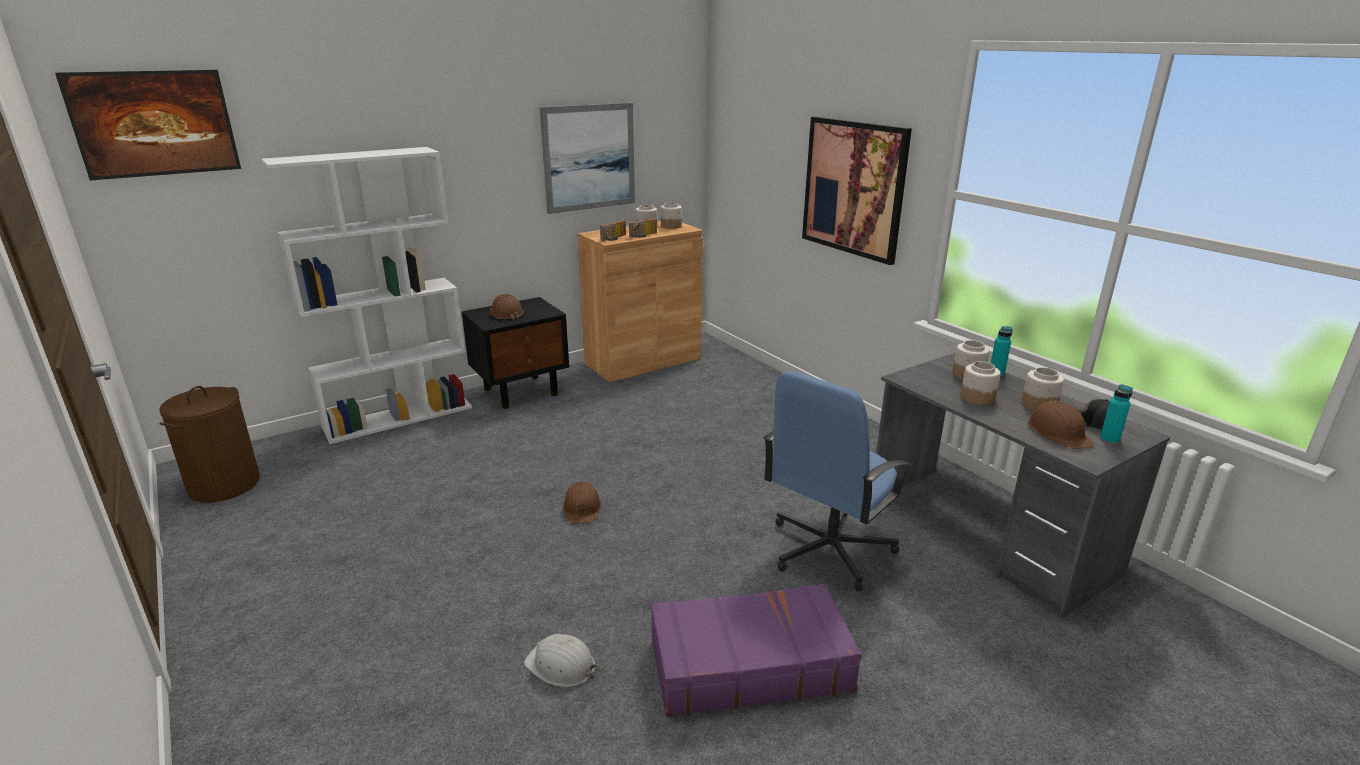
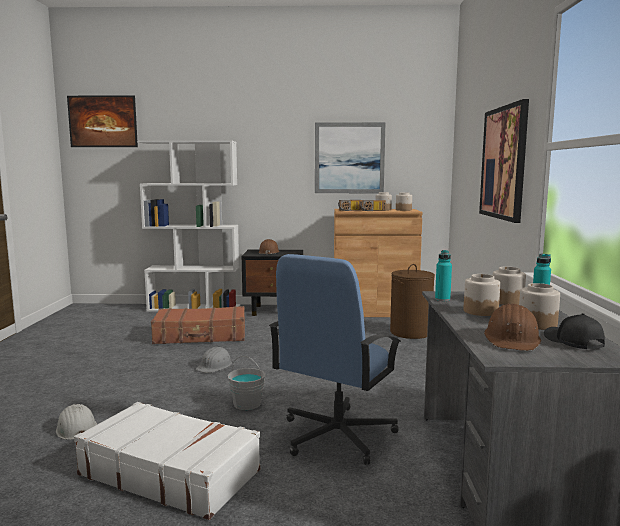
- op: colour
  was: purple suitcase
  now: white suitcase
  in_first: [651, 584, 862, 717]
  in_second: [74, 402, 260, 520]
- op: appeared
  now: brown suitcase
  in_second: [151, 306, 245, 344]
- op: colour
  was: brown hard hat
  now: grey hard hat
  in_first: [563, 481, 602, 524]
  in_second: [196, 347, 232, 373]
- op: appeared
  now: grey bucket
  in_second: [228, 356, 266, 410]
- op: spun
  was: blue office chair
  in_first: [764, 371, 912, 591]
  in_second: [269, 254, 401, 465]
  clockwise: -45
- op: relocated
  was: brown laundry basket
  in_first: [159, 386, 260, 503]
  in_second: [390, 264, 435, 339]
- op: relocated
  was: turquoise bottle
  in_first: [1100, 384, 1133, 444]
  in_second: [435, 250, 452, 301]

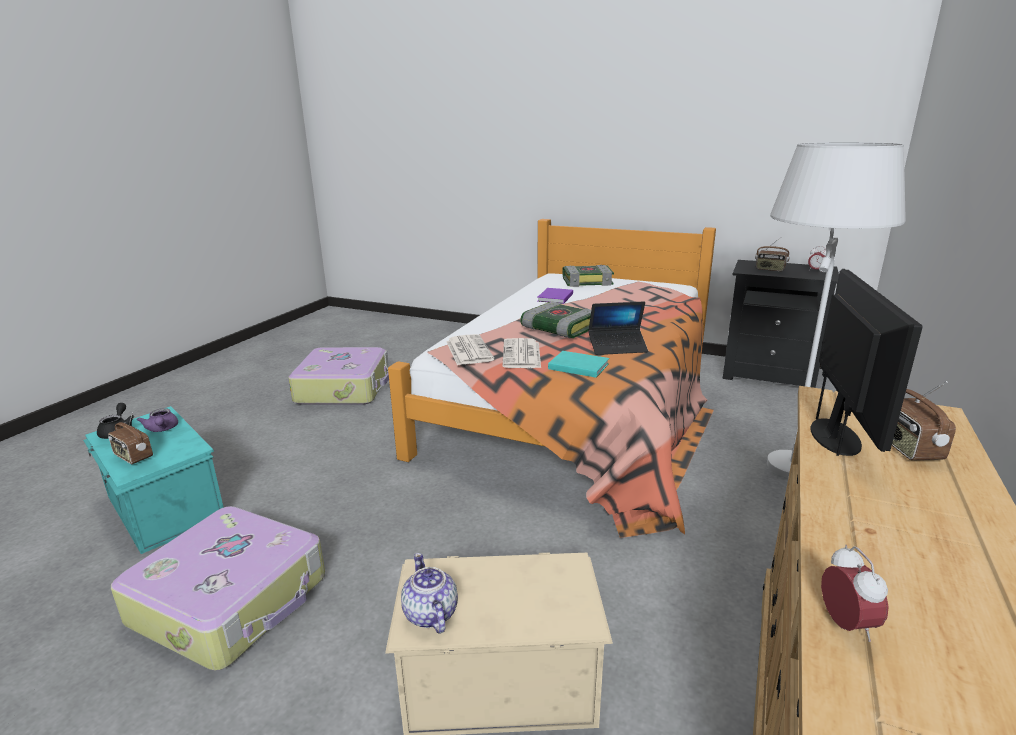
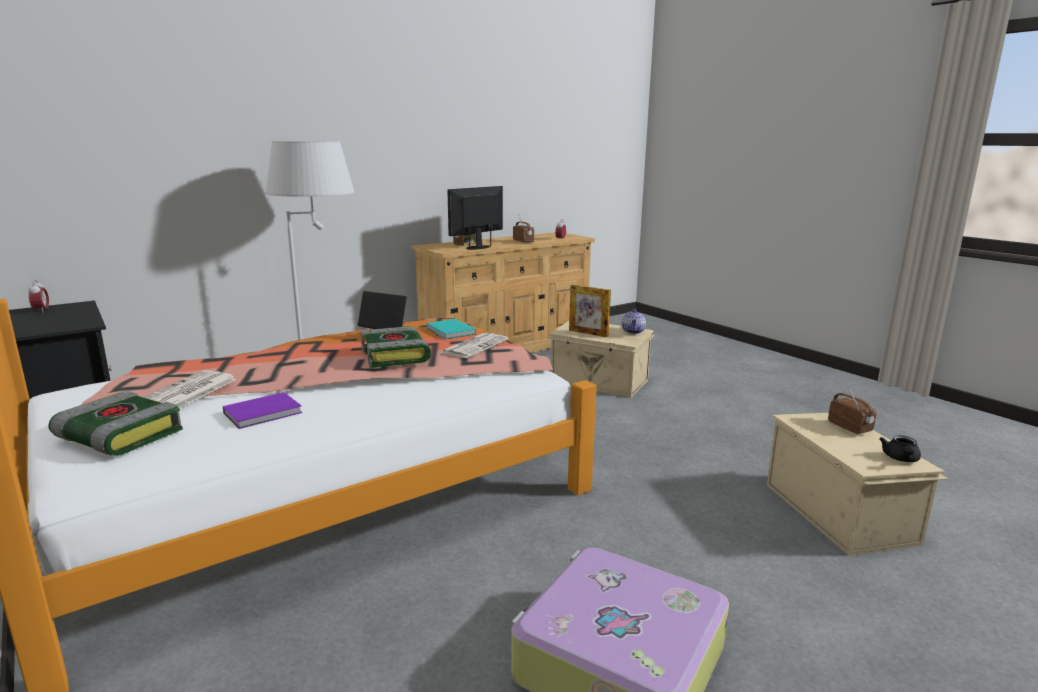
- op: relocated
  was: newspaper
  in_first: [446, 334, 494, 365]
  in_second: [144, 370, 237, 408]
- op: relocated
  was: radio
  in_first: [755, 237, 789, 272]
  in_second: [513, 214, 534, 243]
- op: appeared
  now: picture frame
  in_second: [569, 285, 611, 337]
- op: colour
  was: turquoise storage box
  now: beige storage box
  in_first: [83, 406, 224, 554]
  in_second: [767, 413, 948, 556]
- op: missing
  was: suitcase
  in_first: [111, 506, 325, 671]
- op: missing
  was: purple teapot
  in_first: [137, 408, 178, 432]

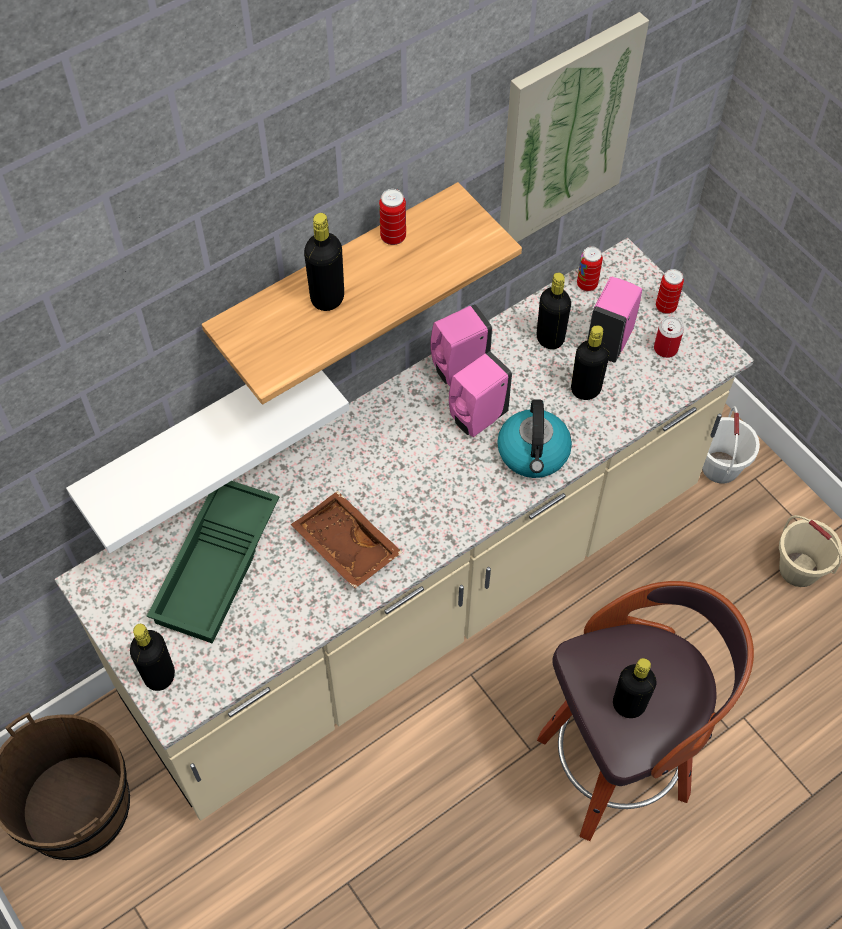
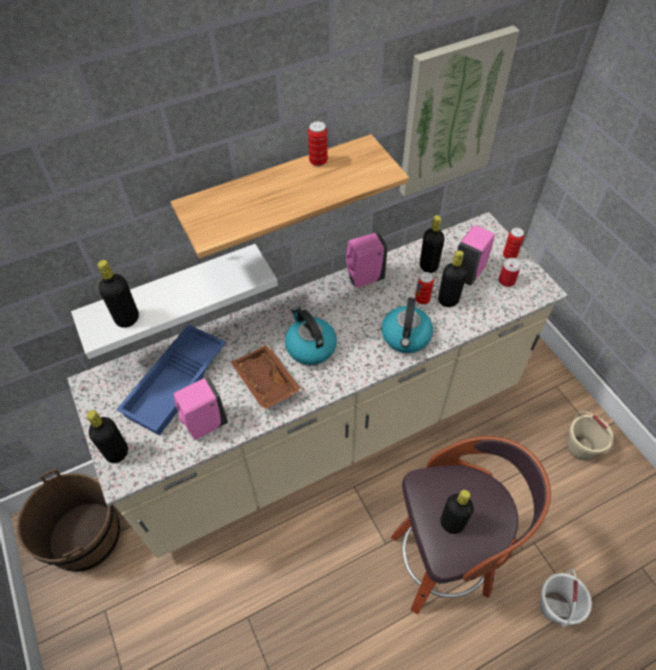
- op: relocated
  was: black bottle
  in_first: [304, 213, 344, 311]
  in_second: [98, 260, 139, 328]
- op: colour
  was: green tray
  now: blue tray
  in_first: [147, 481, 279, 644]
  in_second: [116, 324, 226, 435]
- op: relocated
  was: pink soap dispenser
  in_first: [449, 351, 512, 437]
  in_second: [173, 377, 228, 440]
- op: appeared
  now: kettle
  in_second: [285, 306, 337, 365]
- op: relocated
  was: can
  in_first: [577, 246, 603, 291]
  in_second: [415, 272, 434, 304]
- op: relocated
  was: white bucket
  in_first: [702, 406, 760, 484]
  in_second: [540, 569, 592, 627]

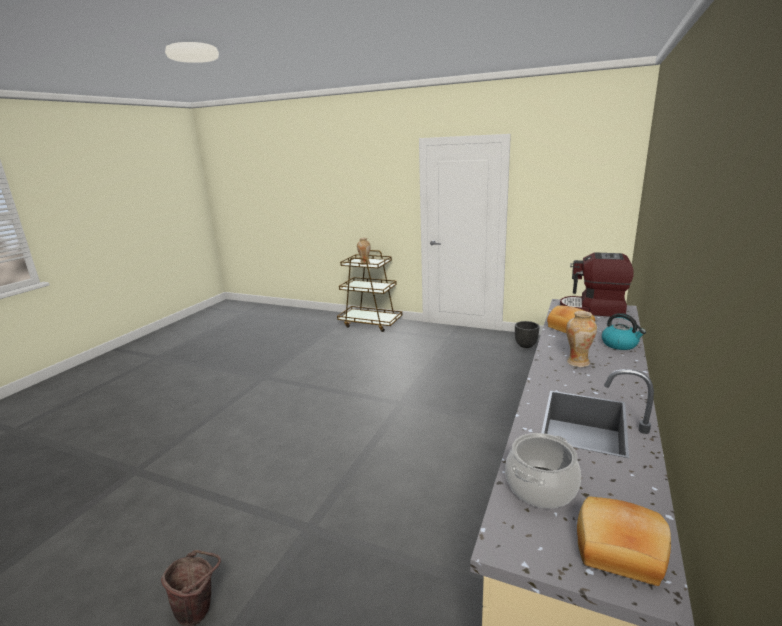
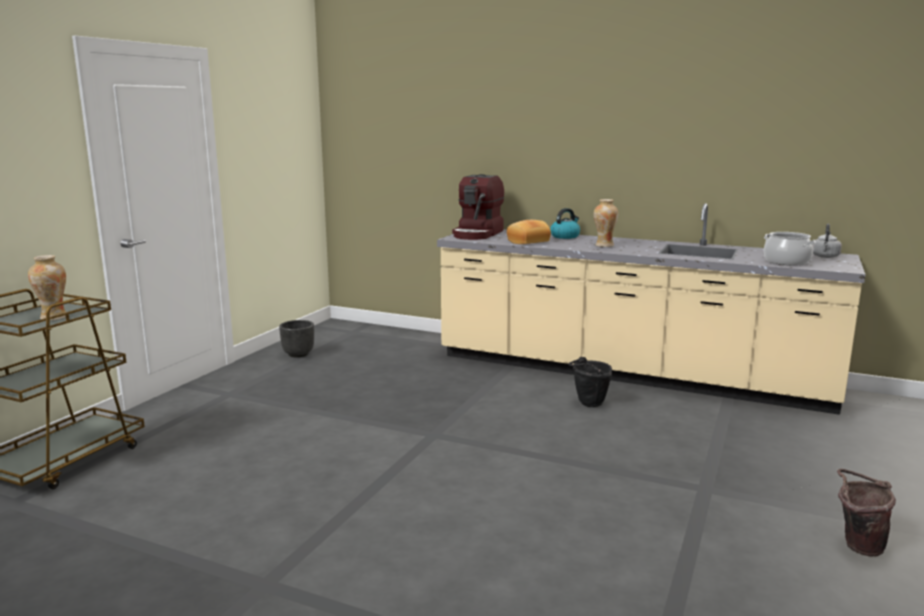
- op: appeared
  now: black bucket
  in_second: [568, 357, 612, 407]
- op: exchanged
  was: bread
  now: grey kettle
  in_first: [577, 497, 671, 586]
  in_second: [813, 224, 842, 258]

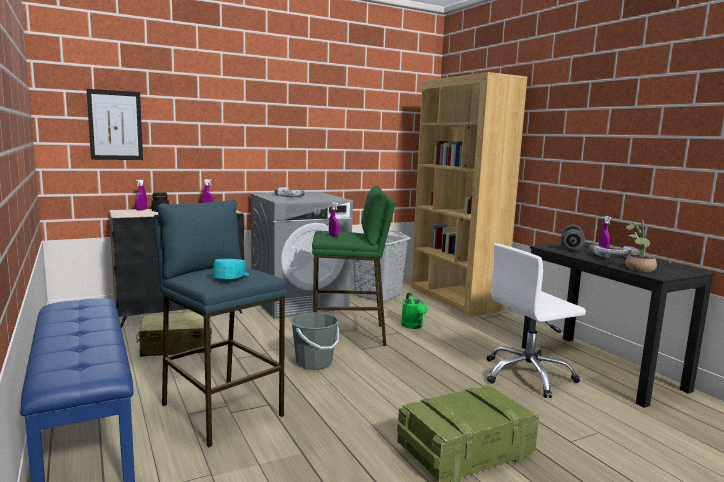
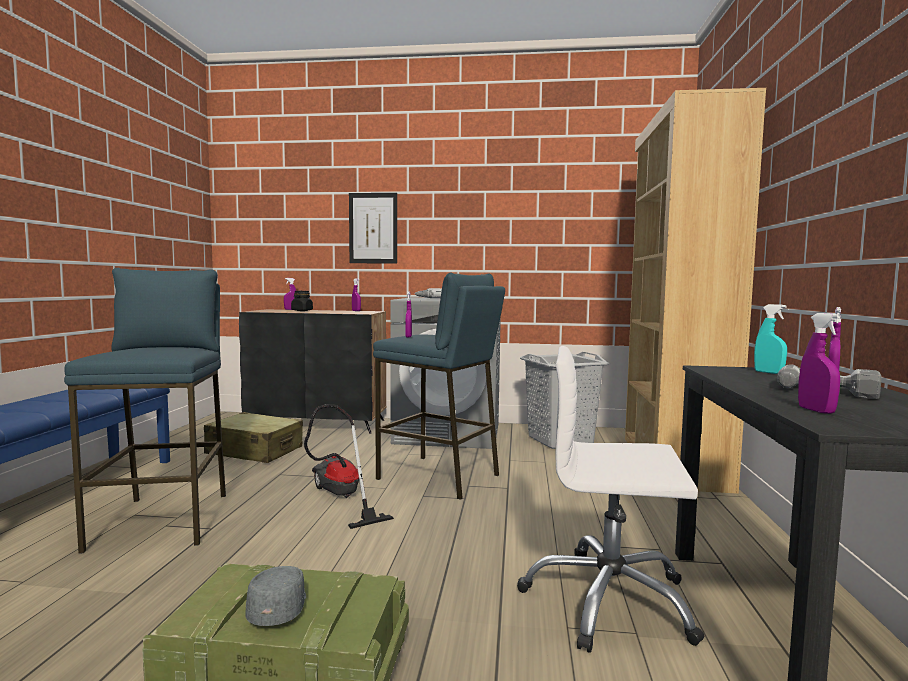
- op: appeared
  now: grey cap
  in_second: [246, 566, 306, 626]
- op: exchanged
  was: grey bucket
  now: vacuum cleaner
  in_first: [290, 312, 340, 370]
  in_second: [304, 404, 394, 529]
- op: relocated
  was: picture
  in_first: [87, 89, 143, 160]
  in_second: [349, 193, 397, 264]
- op: colour
  was: green stool
  now: blue stool
  in_first: [312, 186, 395, 346]
  in_second: [373, 273, 505, 500]
- op: exchanged
  was: grey dumbbell
  now: turquoise spray bottle
  in_first: [561, 224, 585, 250]
  in_second: [754, 304, 787, 374]
- op: exchanged
  was: potted plant
  now: purple spray bottle
  in_first: [625, 220, 657, 272]
  in_second: [798, 313, 840, 414]
- op: missing
  was: turquoise cap
  in_first: [213, 259, 249, 279]
- op: missing
  was: green watering can
  in_first: [401, 293, 428, 329]

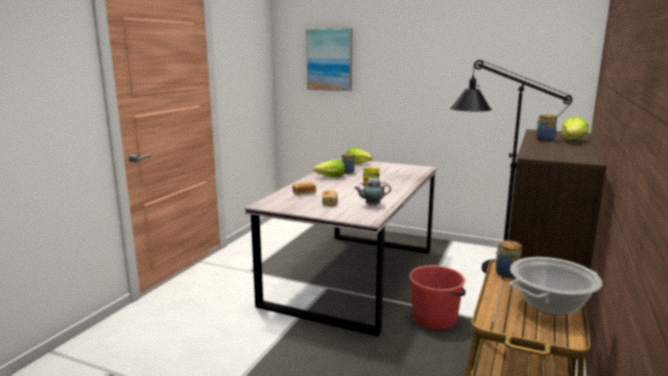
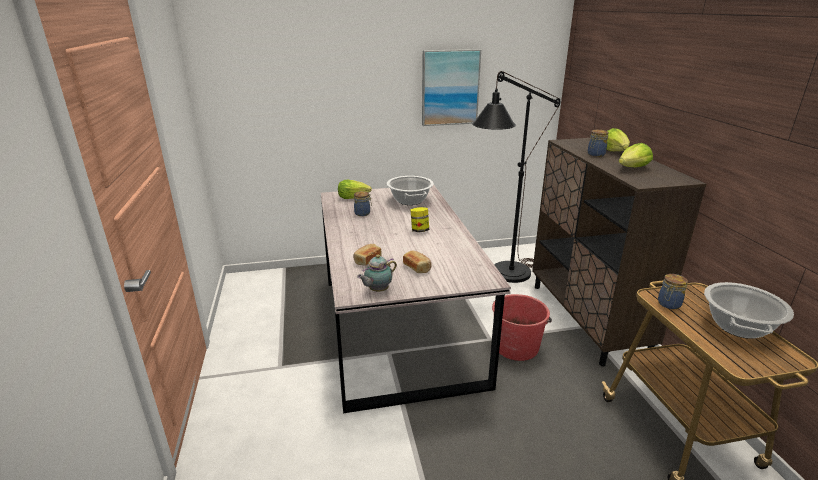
- op: relocated
  was: teapot
  in_first: [354, 175, 391, 206]
  in_second: [357, 255, 397, 292]
- op: appeared
  now: cooking pot
  in_second: [387, 176, 434, 205]
- op: relocated
  was: picture
  in_first: [306, 28, 352, 91]
  in_second: [422, 49, 481, 126]
- op: relocated
  was: lettuce
  in_first: [314, 160, 345, 177]
  in_second: [619, 143, 653, 167]

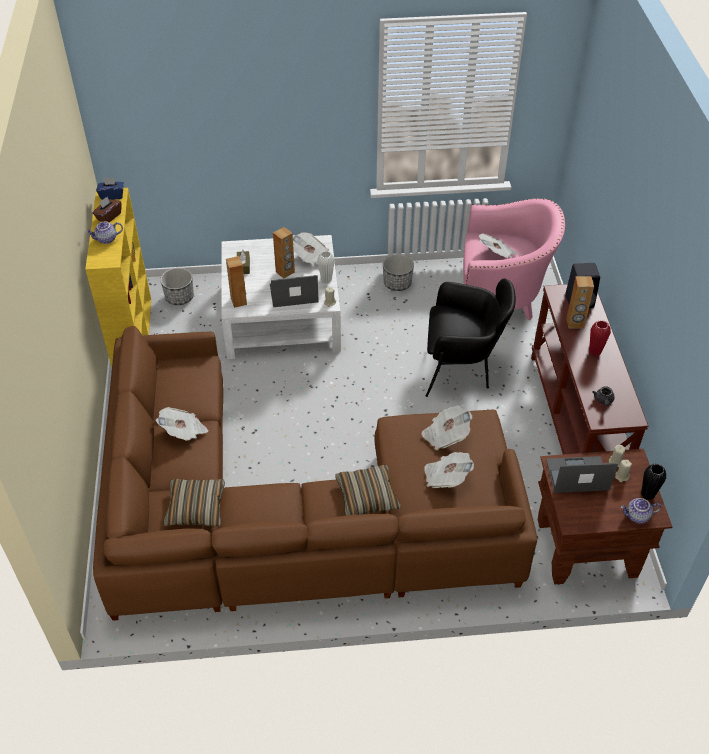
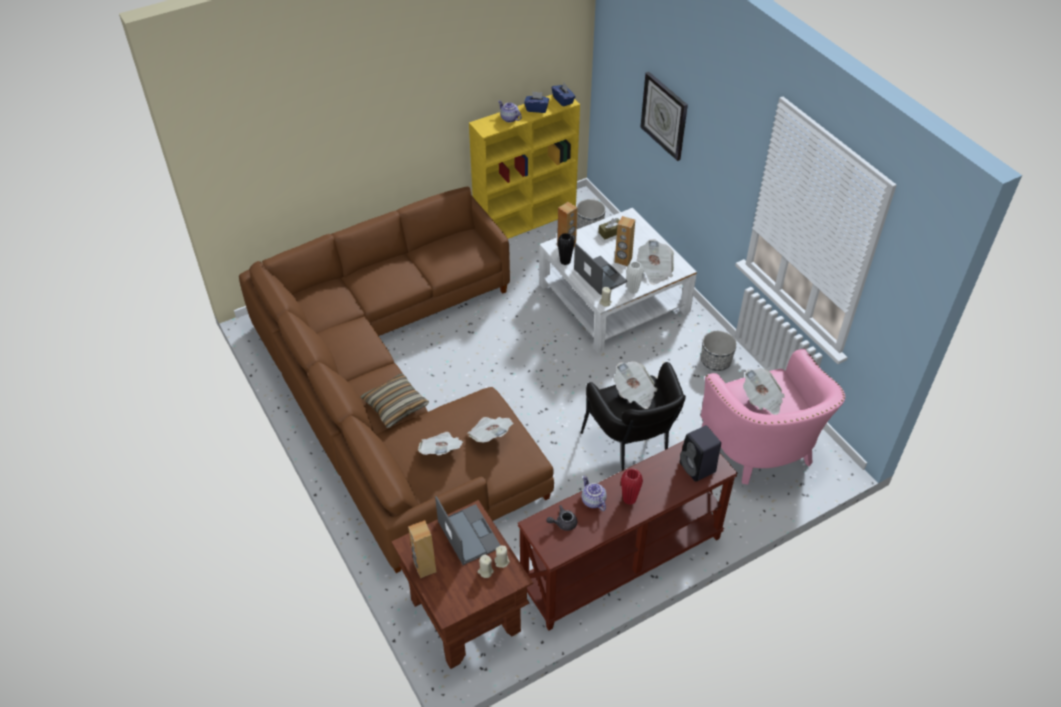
- op: relocated
  was: brown speaker
  in_first: [566, 276, 594, 329]
  in_second: [408, 520, 436, 578]
- op: colour
  was: brown tissue box
  now: blue tissue box
  in_first: [93, 197, 122, 222]
  in_second: [524, 91, 549, 113]
- op: relocated
  was: black vase
  in_first: [641, 464, 666, 500]
  in_second: [558, 233, 575, 265]
- op: relocated
  was: teapot
  in_first: [621, 498, 661, 524]
  in_second: [582, 476, 607, 511]
- op: relocated
  was: newspaper
  in_first: [156, 407, 208, 441]
  in_second: [613, 361, 657, 409]
- op: appeared
  now: wall clock
  in_second: [641, 72, 688, 161]
- op: missing
  was: pillow
  in_first: [164, 479, 225, 526]

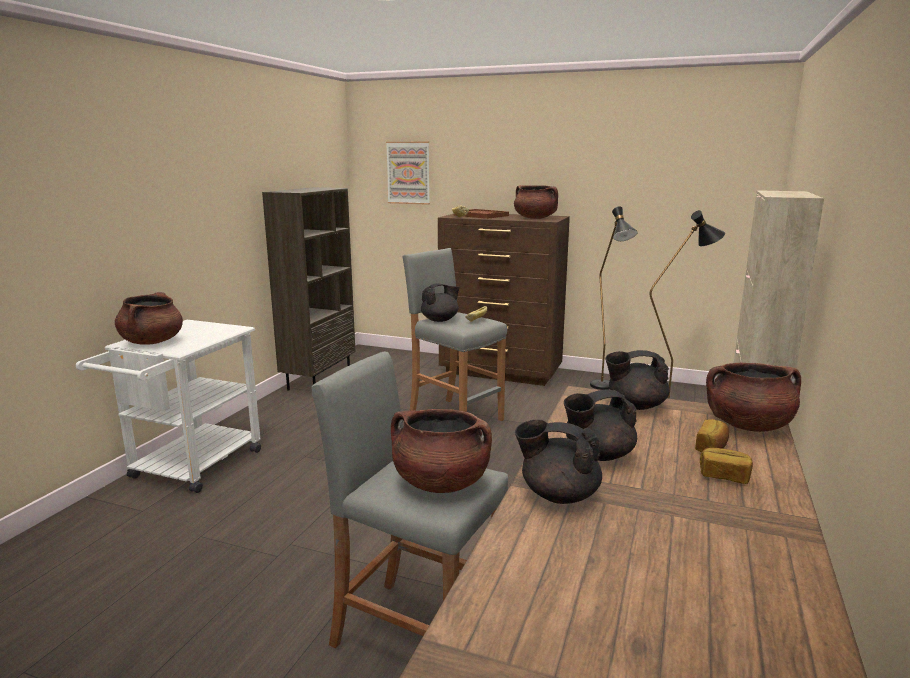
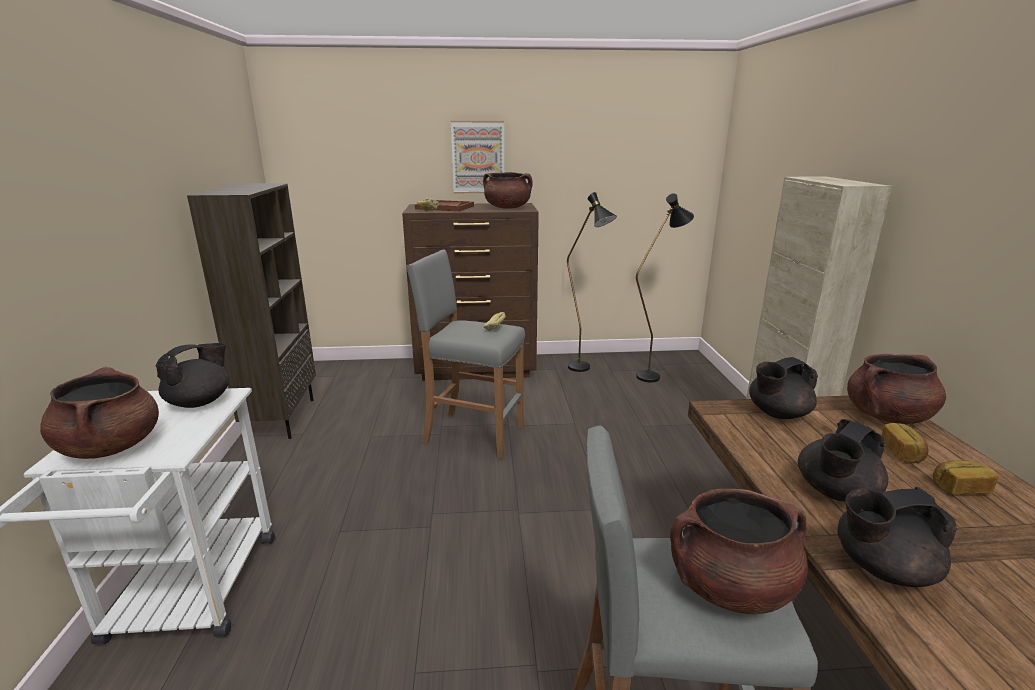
- op: relocated
  was: black teapot
  in_first: [421, 284, 460, 322]
  in_second: [156, 343, 229, 408]
- op: relocated
  was: picture
  in_first: [386, 142, 430, 205]
  in_second: [451, 121, 504, 193]

